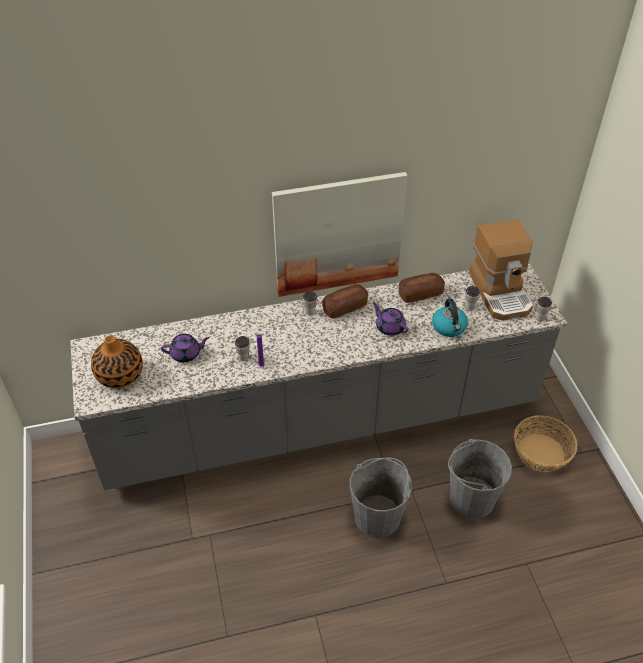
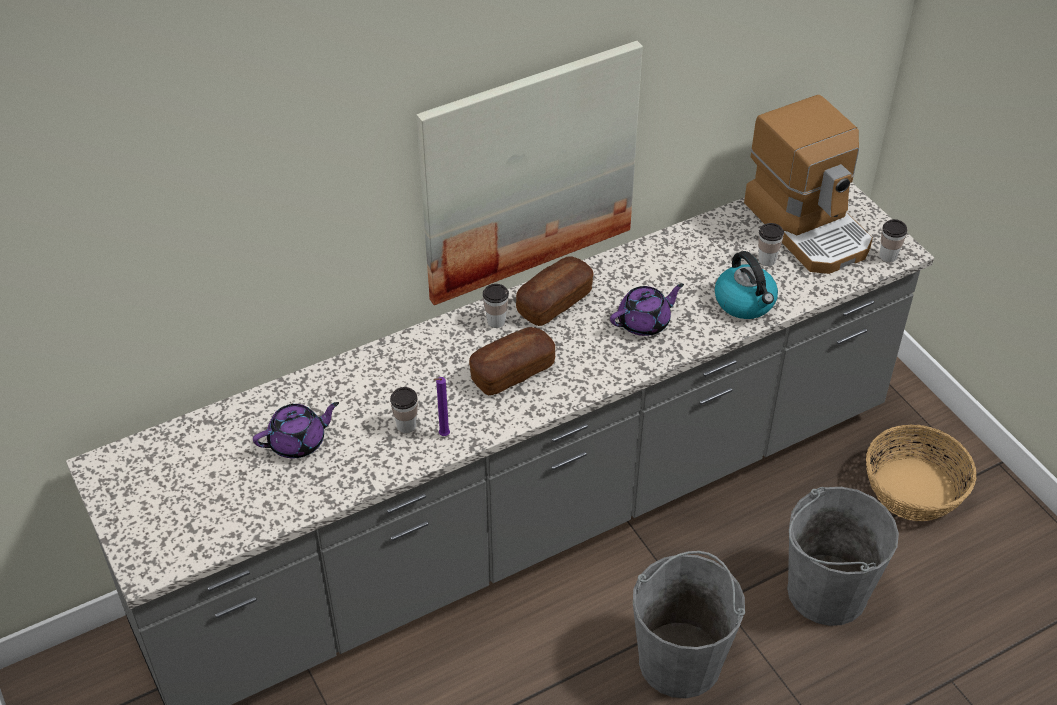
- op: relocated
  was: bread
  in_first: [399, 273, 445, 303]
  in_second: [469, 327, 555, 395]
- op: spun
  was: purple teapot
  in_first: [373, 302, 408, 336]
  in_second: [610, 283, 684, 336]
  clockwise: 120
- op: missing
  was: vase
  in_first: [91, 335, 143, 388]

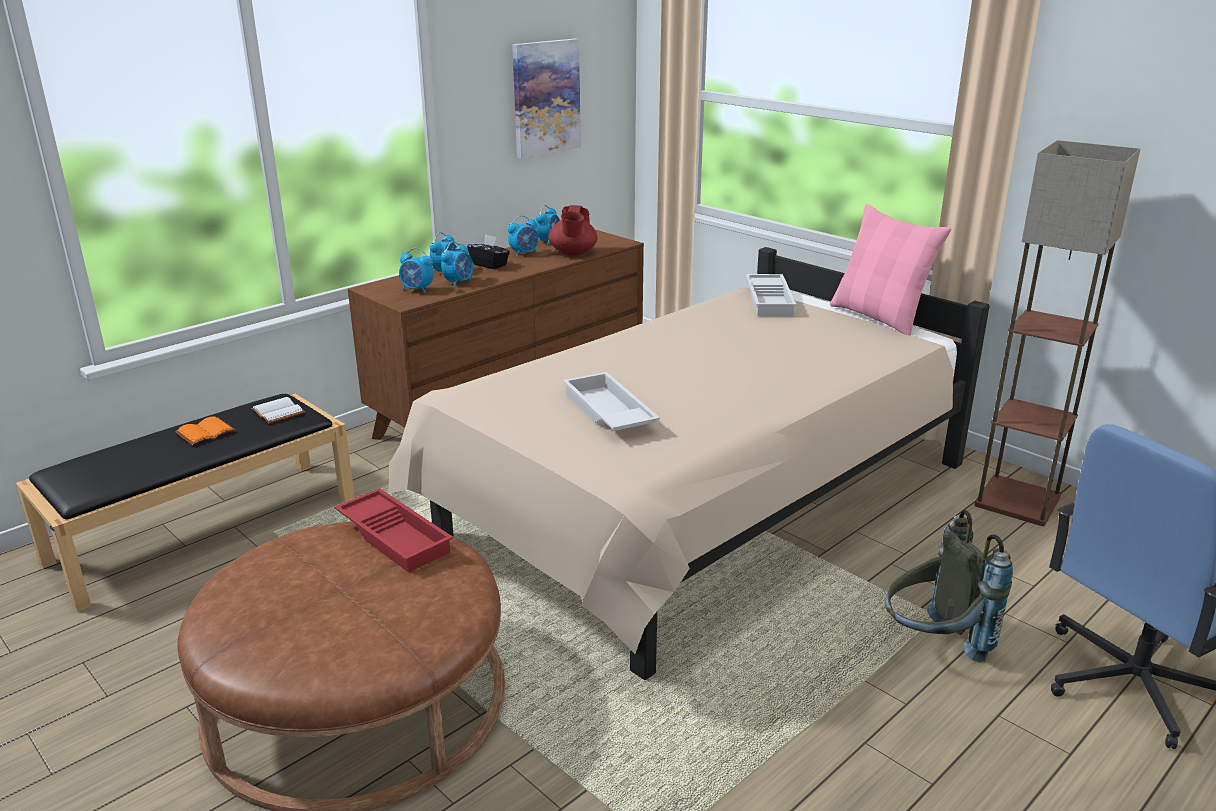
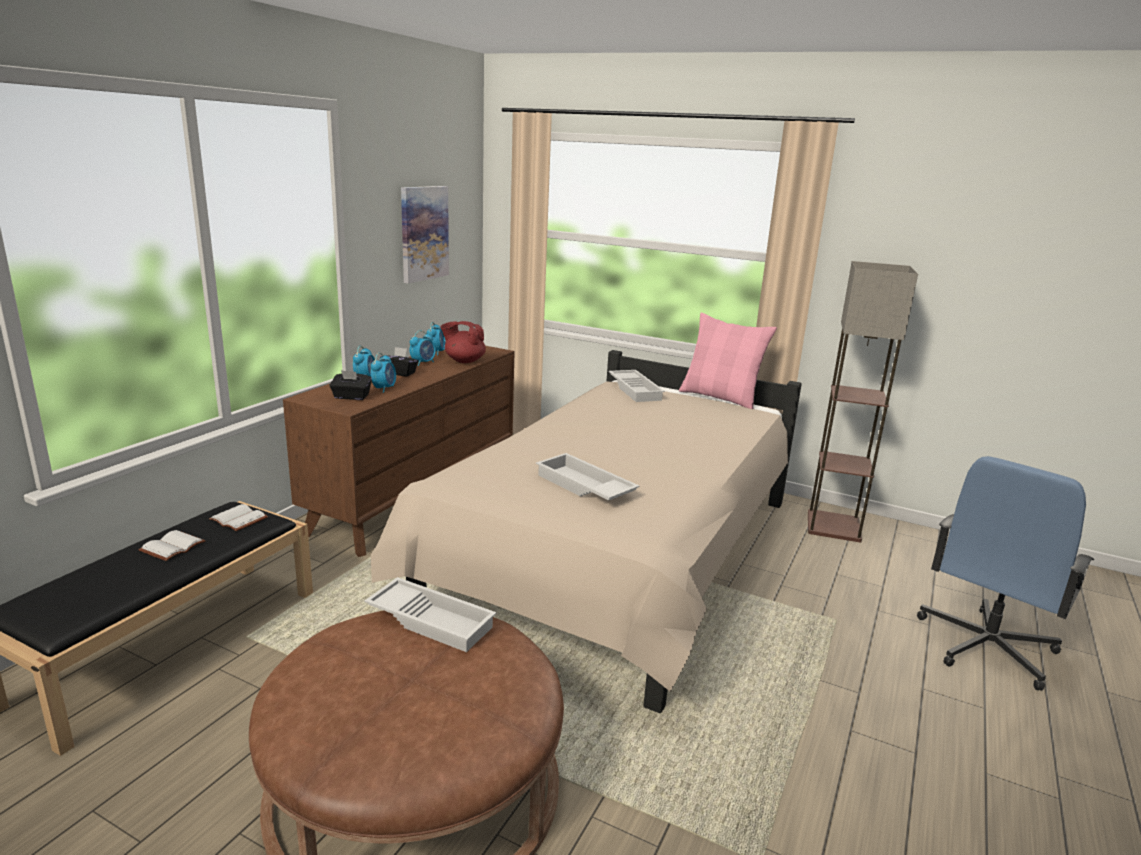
- op: colour
  was: orange book
  now: white book
  in_first: [175, 416, 236, 446]
  in_second: [139, 530, 206, 561]
- op: exchanged
  was: alarm clock
  now: black tissue box
  in_first: [399, 248, 434, 293]
  in_second: [330, 370, 372, 400]
- op: colour
  was: red tray
  now: white tray
  in_first: [334, 488, 453, 573]
  in_second: [365, 577, 496, 652]
- op: spun
  was: red teapot
  in_first: [548, 205, 598, 256]
  in_second: [441, 321, 486, 363]
  clockwise: 120
- op: missing
  was: grey backpack
  in_first: [885, 510, 1013, 662]

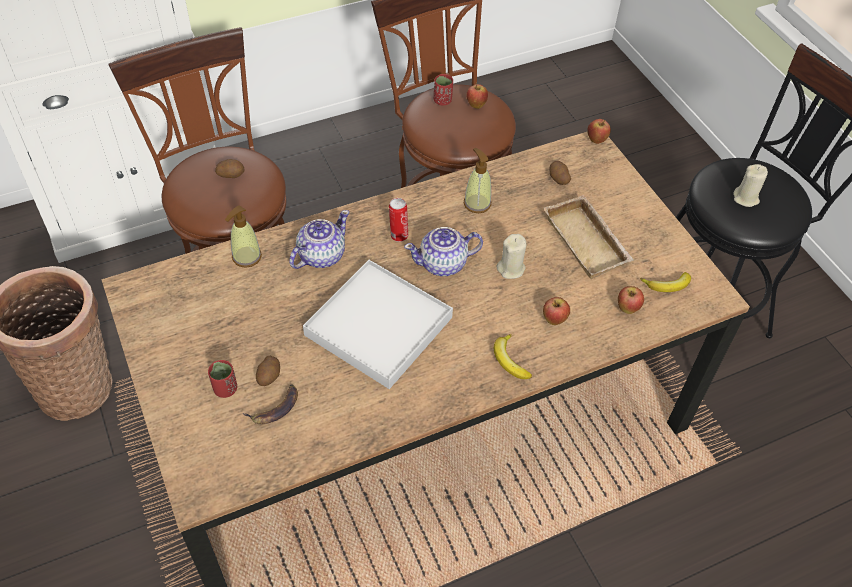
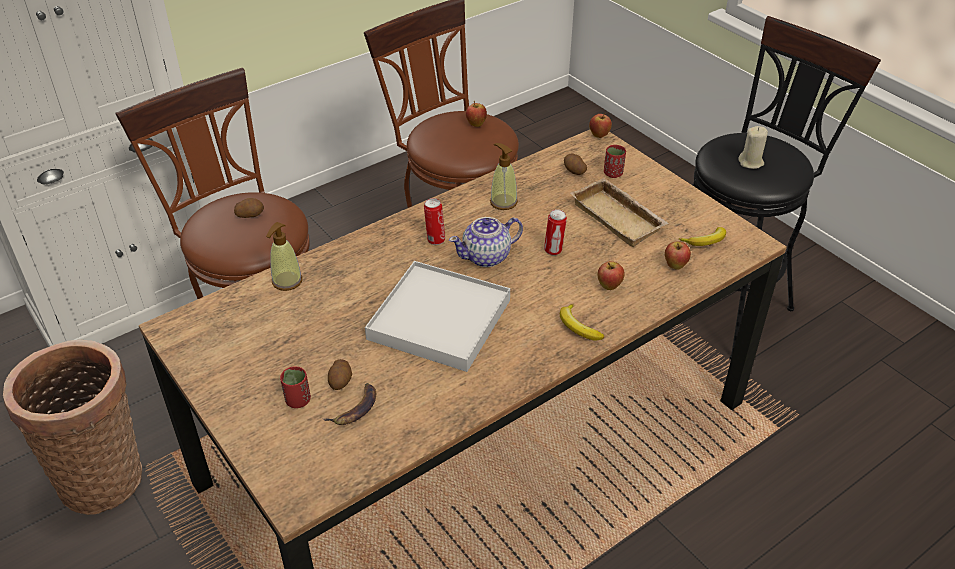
- op: exchanged
  was: beige candle
  now: can
  in_first: [497, 234, 526, 279]
  in_second: [544, 209, 567, 255]
- op: relocated
  was: red cup
  in_first: [434, 74, 453, 106]
  in_second: [604, 145, 626, 178]
- op: missing
  was: teapot
  in_first: [289, 210, 349, 269]

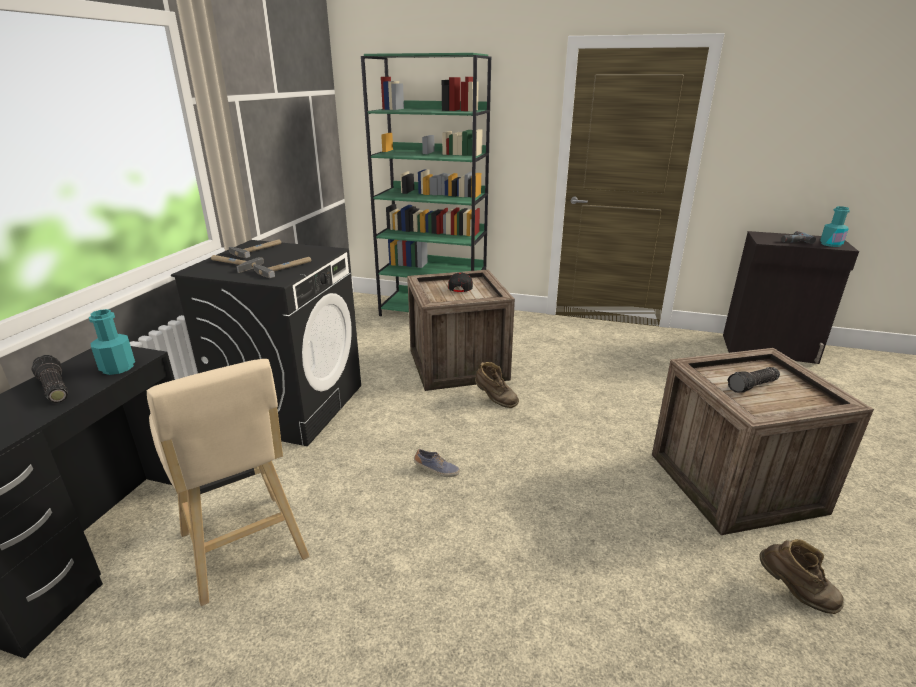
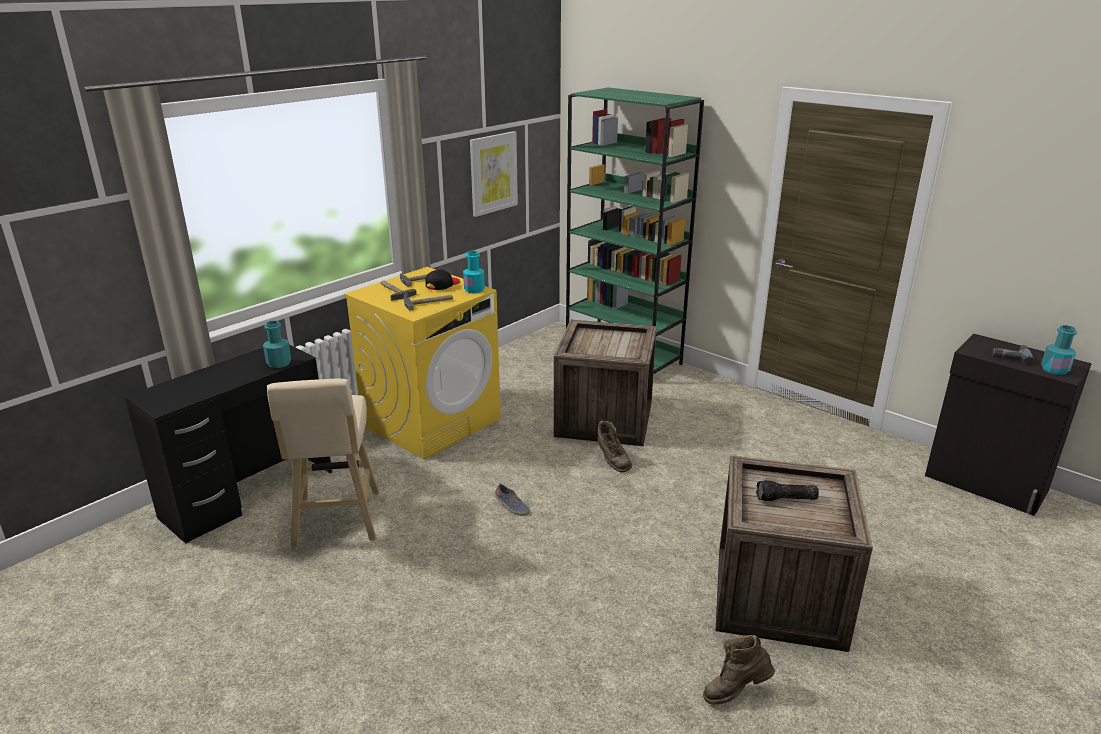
- op: colour
  was: black washing machine
  now: yellow washing machine
  in_first: [171, 240, 361, 446]
  in_second: [344, 267, 501, 459]
- op: relocated
  was: black cap
  in_first: [448, 273, 473, 292]
  in_second: [426, 269, 460, 290]
- op: appeared
  now: turquoise bottle
  in_second: [463, 251, 485, 293]
- op: appeared
  now: picture
  in_second: [470, 131, 518, 217]
- op: spun
  was: brown boot
  in_first: [759, 539, 844, 614]
  in_second: [703, 634, 775, 705]
  clockwise: 105
- op: missing
  was: flashlight
  in_first: [31, 355, 68, 403]

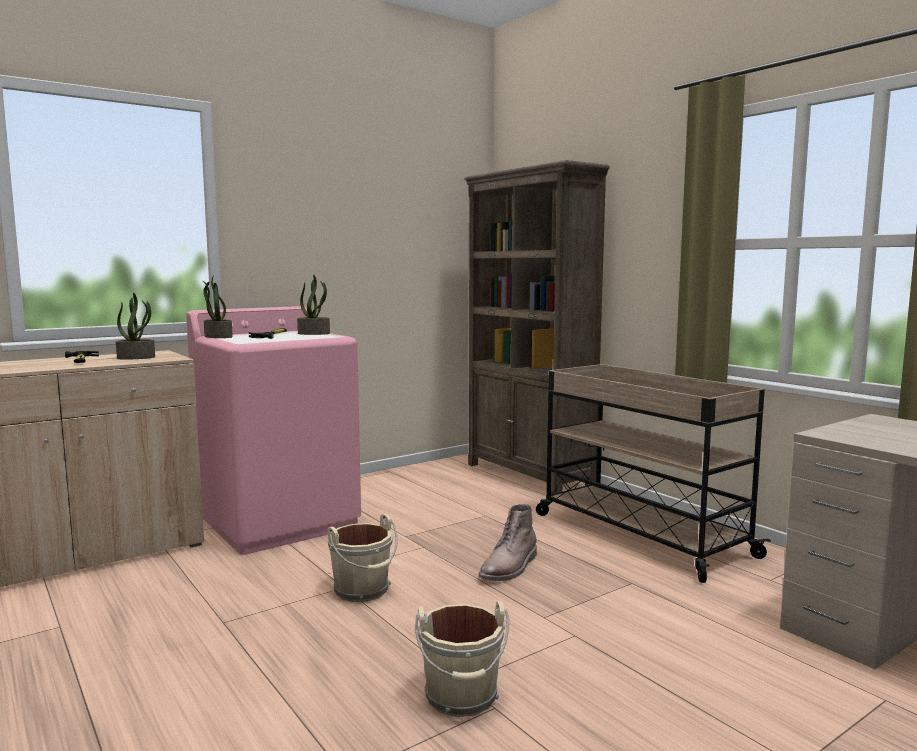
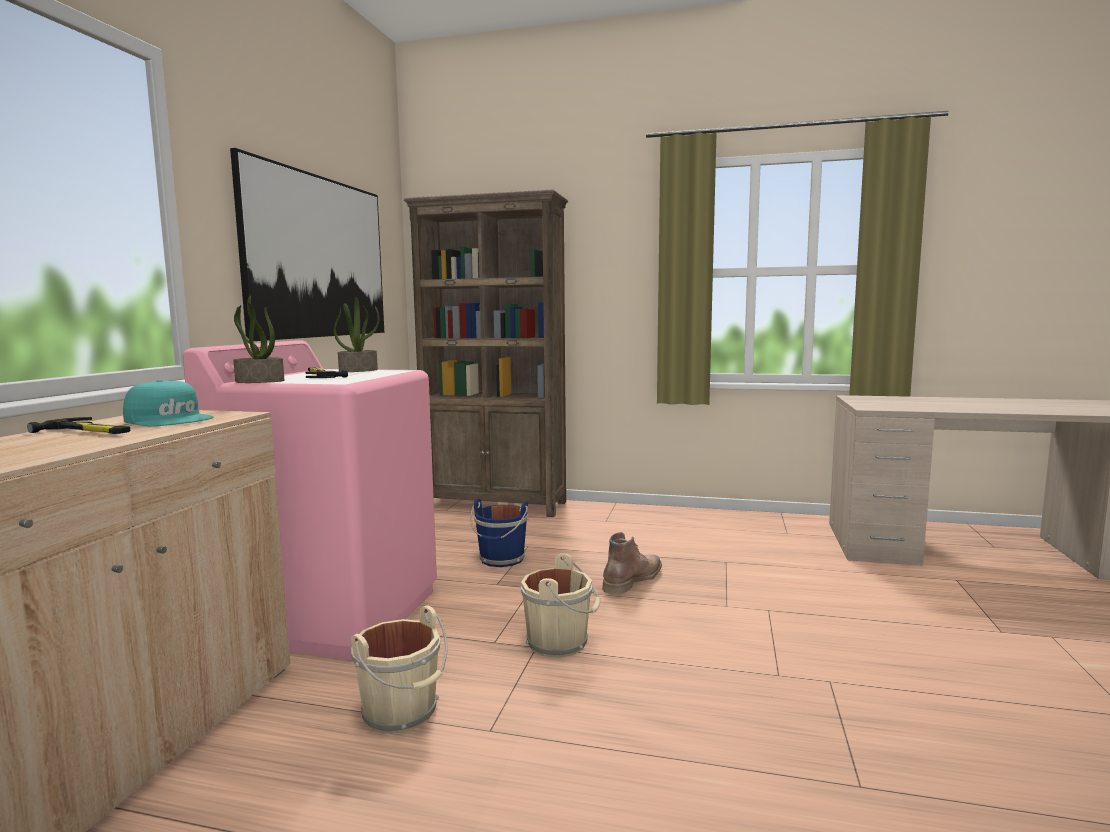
- op: exchanged
  was: potted plant
  now: turquoise cap
  in_first: [116, 293, 155, 360]
  in_second: [123, 380, 214, 426]
- op: appeared
  now: picture
  in_second: [230, 148, 384, 341]
- op: relocated
  was: beige bucket
  in_first: [415, 601, 509, 717]
  in_second: [351, 605, 448, 734]
- op: appeared
  now: blue bucket
  in_second: [470, 499, 529, 567]
- op: spun
  was: brown boot
  in_first: [479, 504, 537, 581]
  in_second: [602, 532, 662, 595]
  clockwise: -135
- op: missing
  was: beige cart
  in_first: [536, 364, 771, 583]

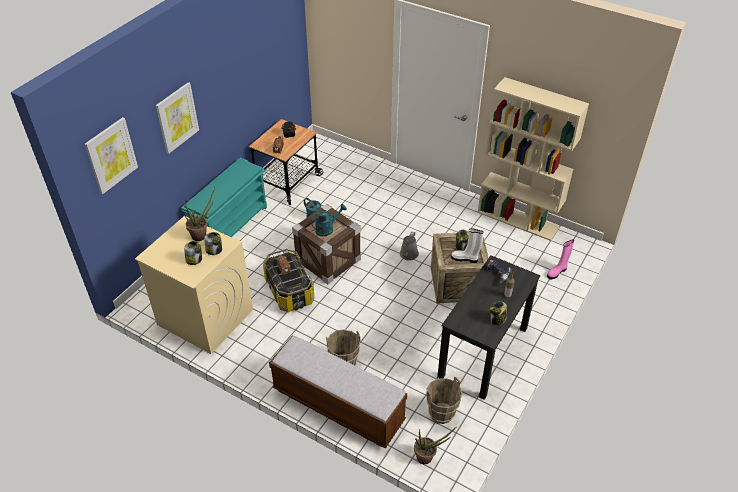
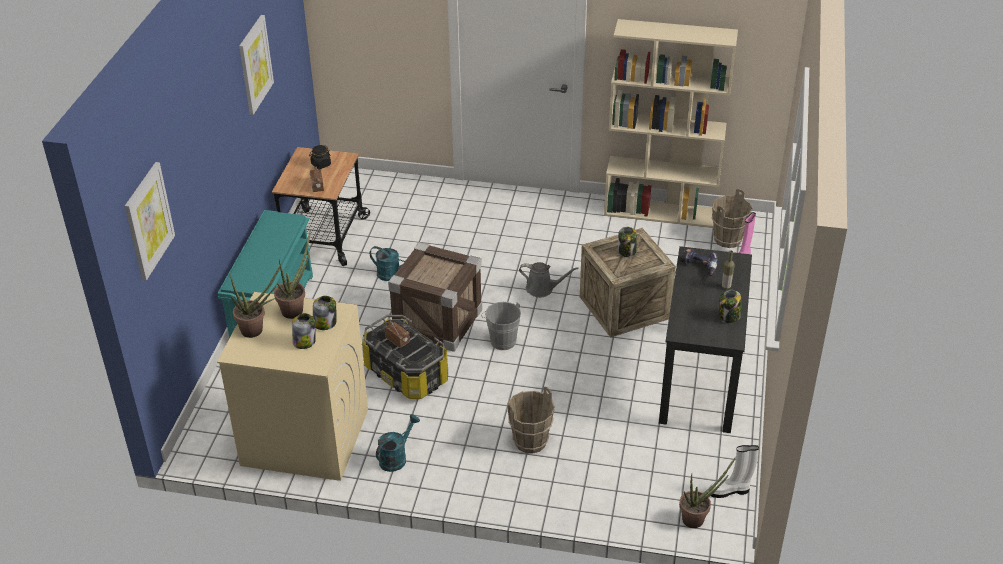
- op: appeared
  now: potted plant
  in_second: [230, 264, 281, 338]
- op: relocated
  was: picture
  in_first: [156, 82, 199, 154]
  in_second: [239, 15, 274, 115]
- op: relocated
  was: turquoise watering can
  in_first: [311, 204, 347, 237]
  in_second: [376, 414, 420, 472]
- op: appeared
  now: grey bucket
  in_second: [481, 302, 521, 350]
- op: spun
  was: grey watering can
  in_first: [400, 232, 419, 261]
  in_second: [519, 262, 578, 298]
  clockwise: -75
- op: relocated
  was: white boot
  in_first: [451, 229, 484, 263]
  in_second: [709, 445, 759, 498]
- op: relocated
  was: brown bucket
  in_first: [427, 377, 462, 424]
  in_second: [712, 189, 752, 248]
- op: missing
  was: bench
  in_first: [269, 336, 407, 448]

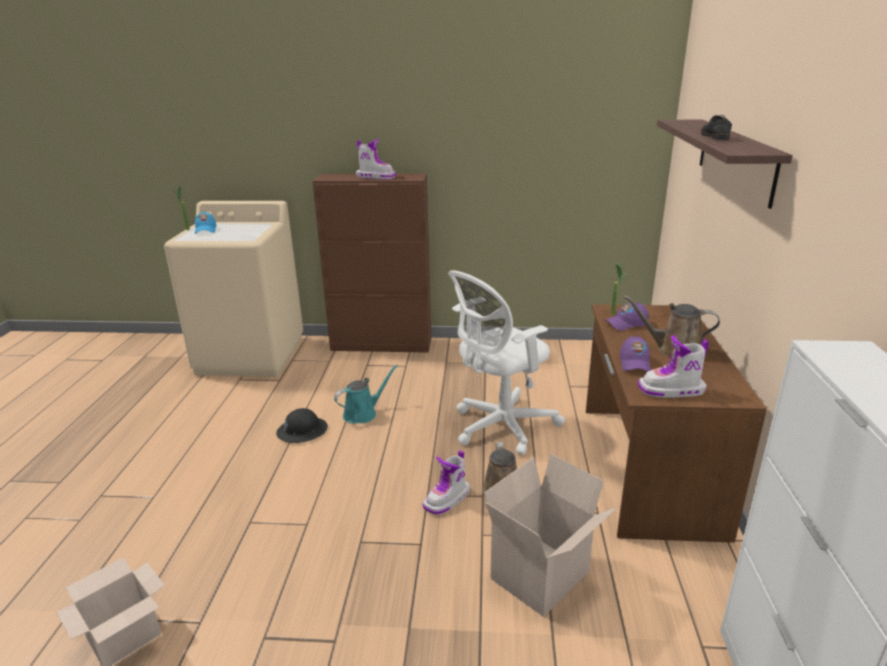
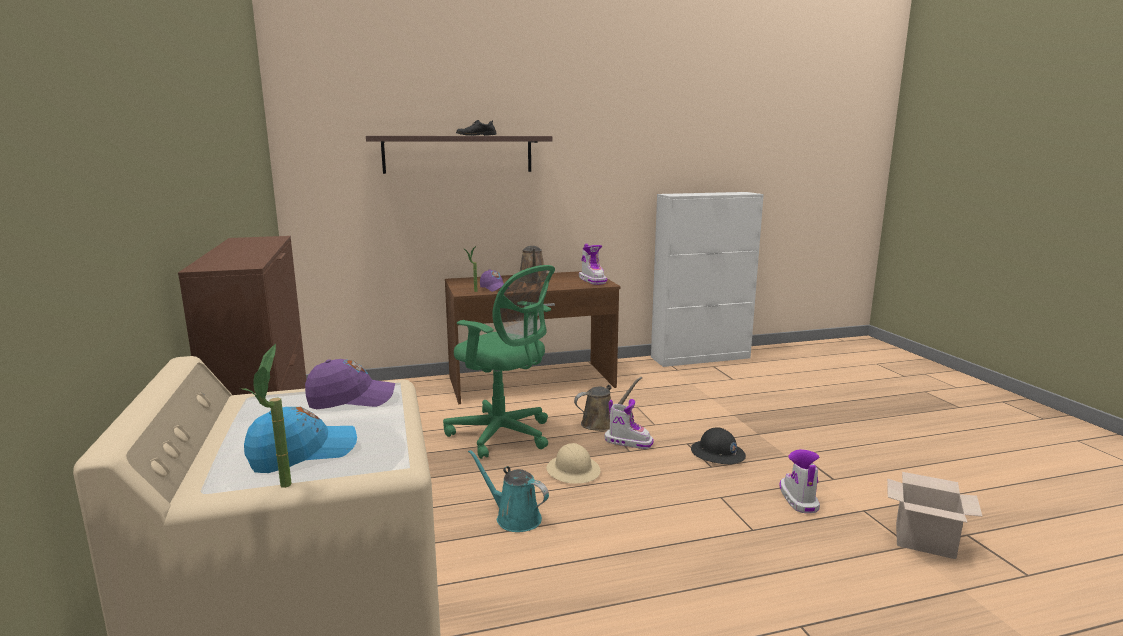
- op: relocated
  was: purple cap
  in_first: [620, 336, 651, 372]
  in_second: [305, 359, 395, 409]
- op: colour
  was: white office chair
  now: green office chair
  in_first: [448, 270, 565, 456]
  in_second: [443, 265, 555, 459]
- op: appeared
  now: beige hard hat
  in_second: [546, 443, 601, 484]
- op: relocated
  was: black hard hat
  in_first: [276, 408, 328, 443]
  in_second: [691, 427, 746, 464]
- op: relocated
  was: boot
  in_first: [356, 139, 396, 179]
  in_second: [780, 449, 820, 513]
- op: missing
  was: cardboard box
  in_first: [484, 454, 618, 617]

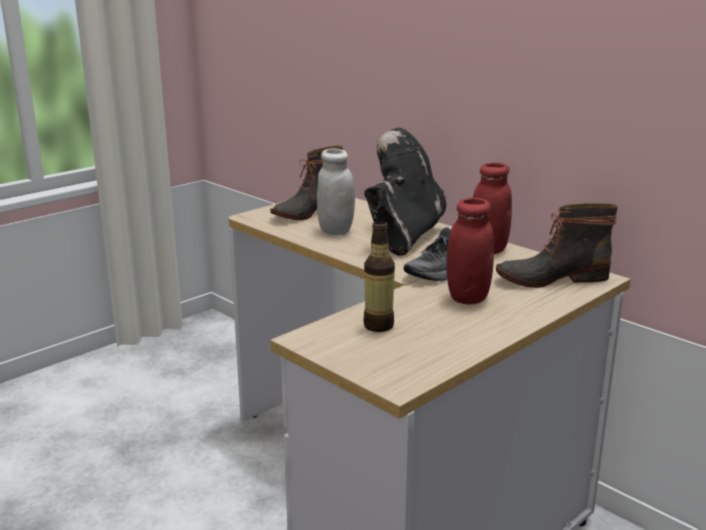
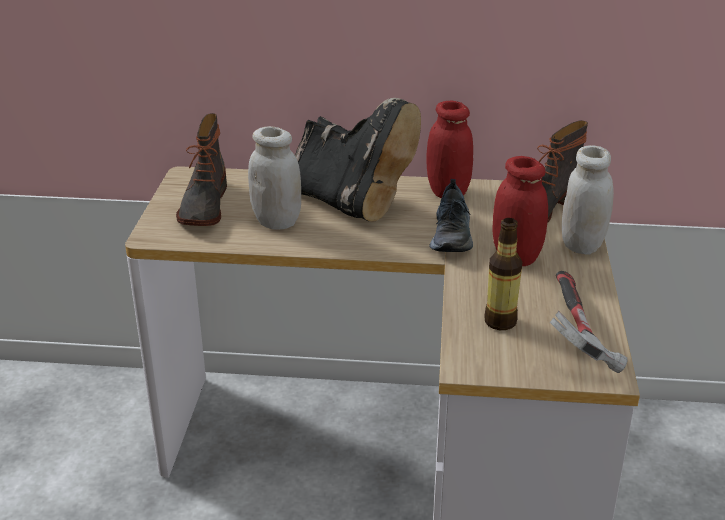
- op: spun
  was: black boot
  in_first: [364, 128, 446, 256]
  in_second: [295, 98, 421, 222]
  clockwise: 150
- op: appeared
  now: hammer
  in_second: [550, 271, 628, 373]
- op: appeared
  now: white jar
  in_second: [562, 145, 614, 255]

